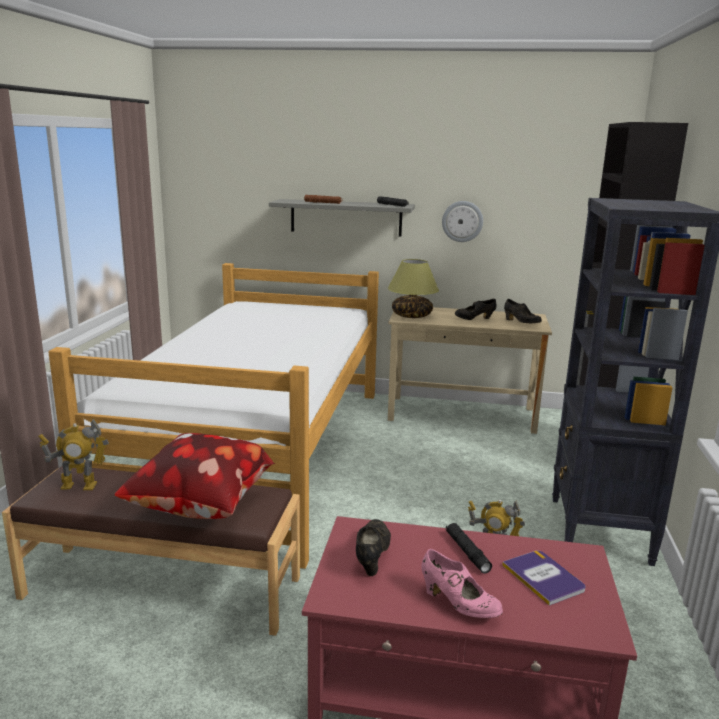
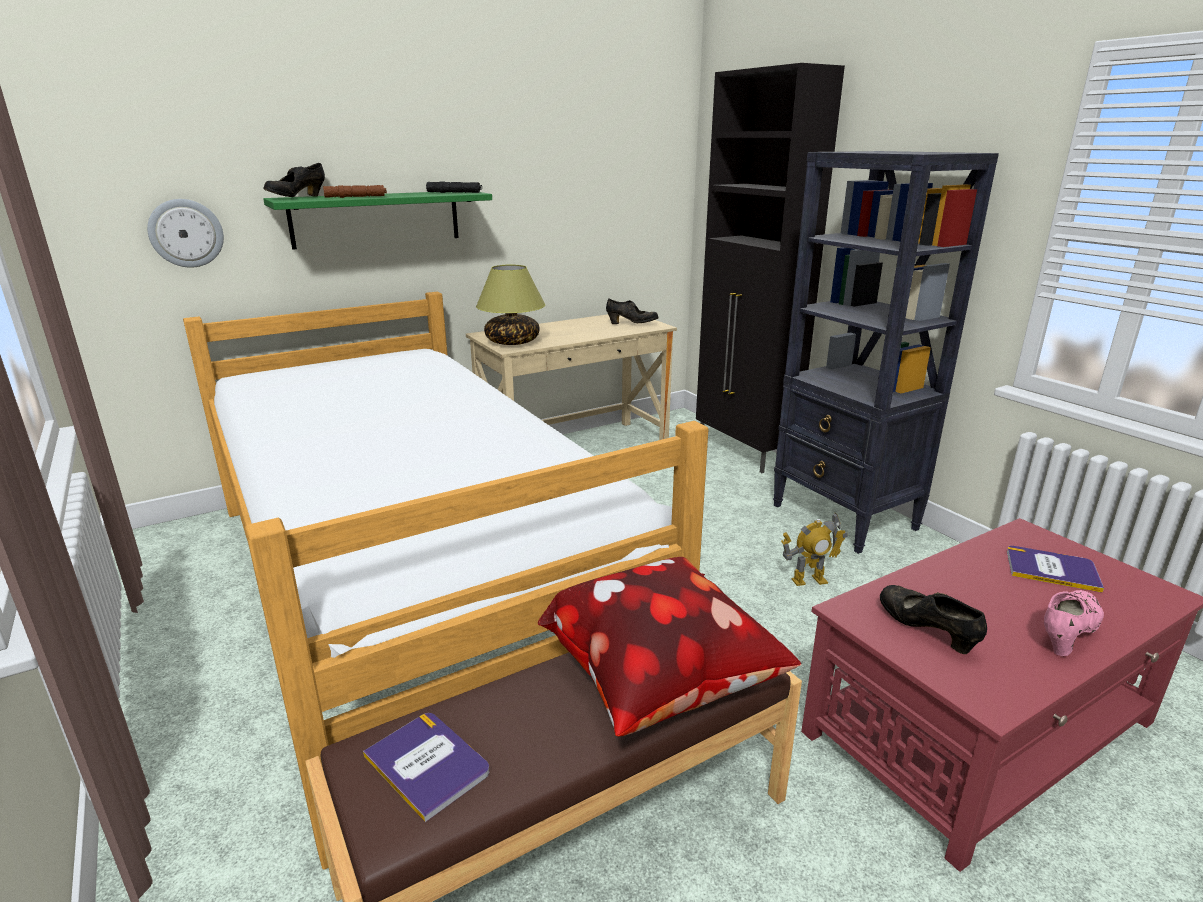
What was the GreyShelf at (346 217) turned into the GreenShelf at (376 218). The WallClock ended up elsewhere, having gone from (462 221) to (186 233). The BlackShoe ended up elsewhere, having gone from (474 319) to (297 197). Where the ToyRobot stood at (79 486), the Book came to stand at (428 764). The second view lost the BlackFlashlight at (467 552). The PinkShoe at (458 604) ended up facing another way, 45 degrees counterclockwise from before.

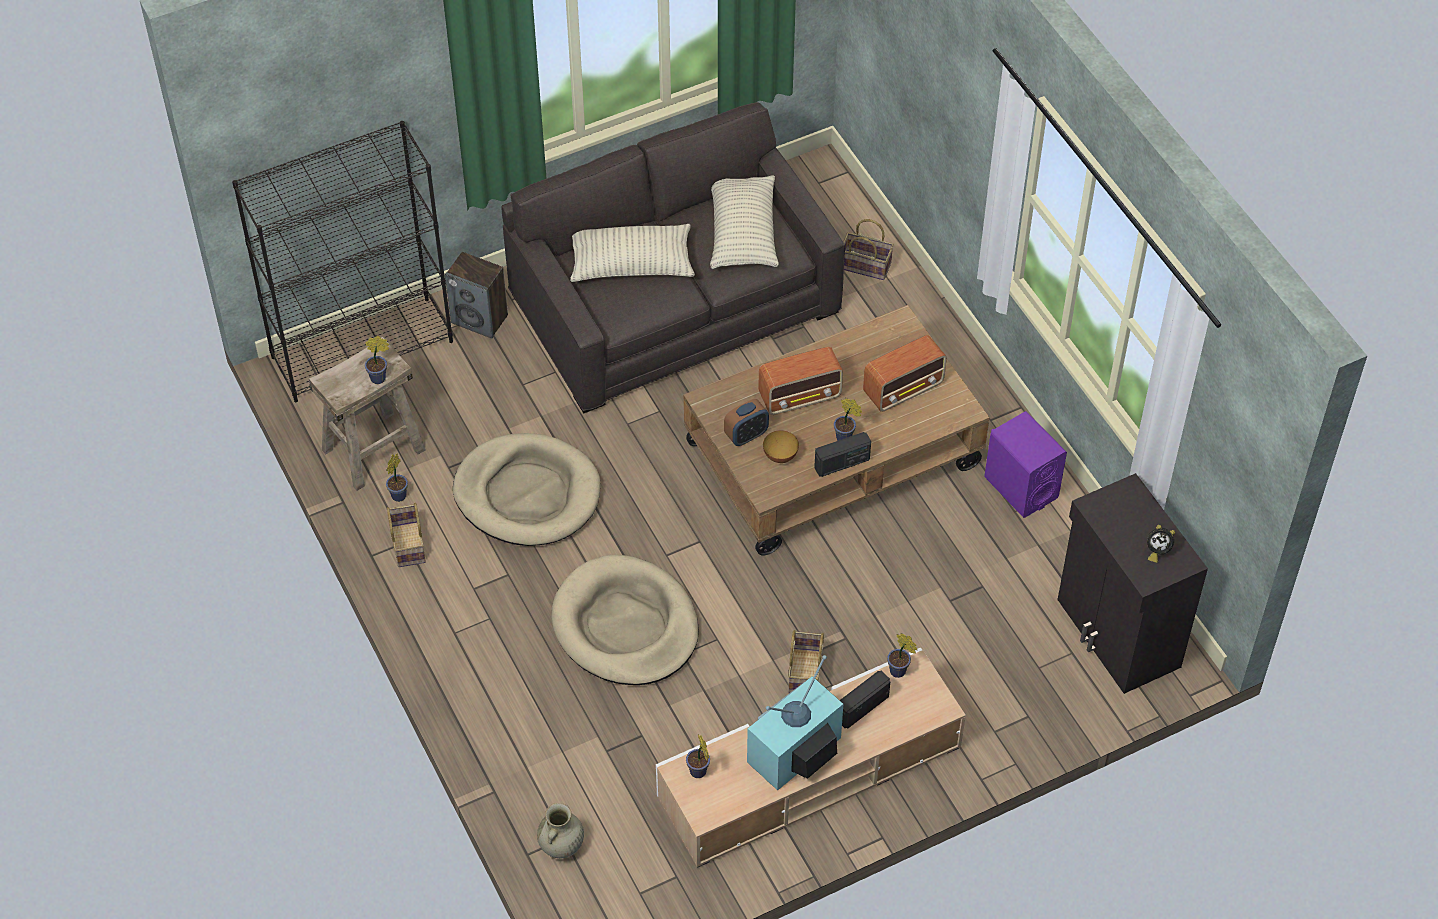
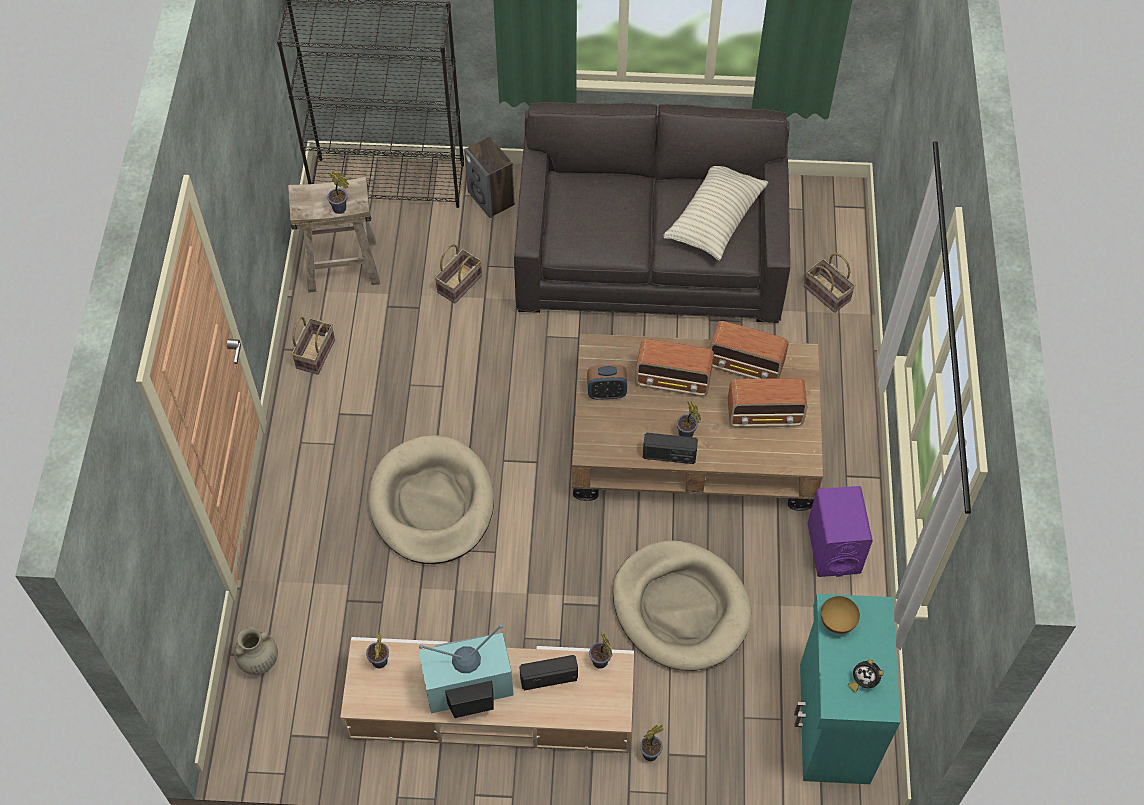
The second view lost the Pillow at (632 264). The Bowl ended up elsewhere, having gone from (780 456) to (837 622). The BeigeDogBed ended up elsewhere, having gone from (527 494) to (681 608). The PottedPlant ended up elsewhere, having gone from (400 494) to (652 752). What was the BlackCabinet at (1117 635) turned into the TurquoiseCabinet at (832 724). The Basket ended up elsewhere, having gone from (806 673) to (459 285). The second view gained the Radio at (746 366).

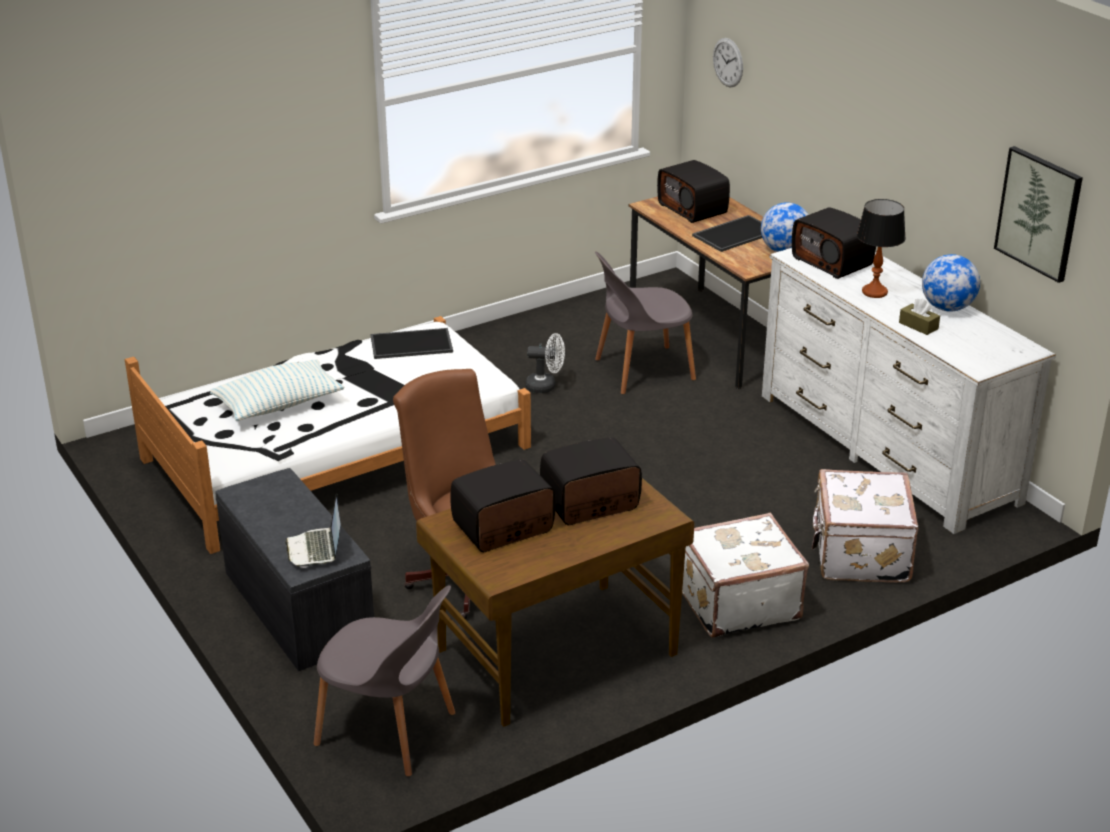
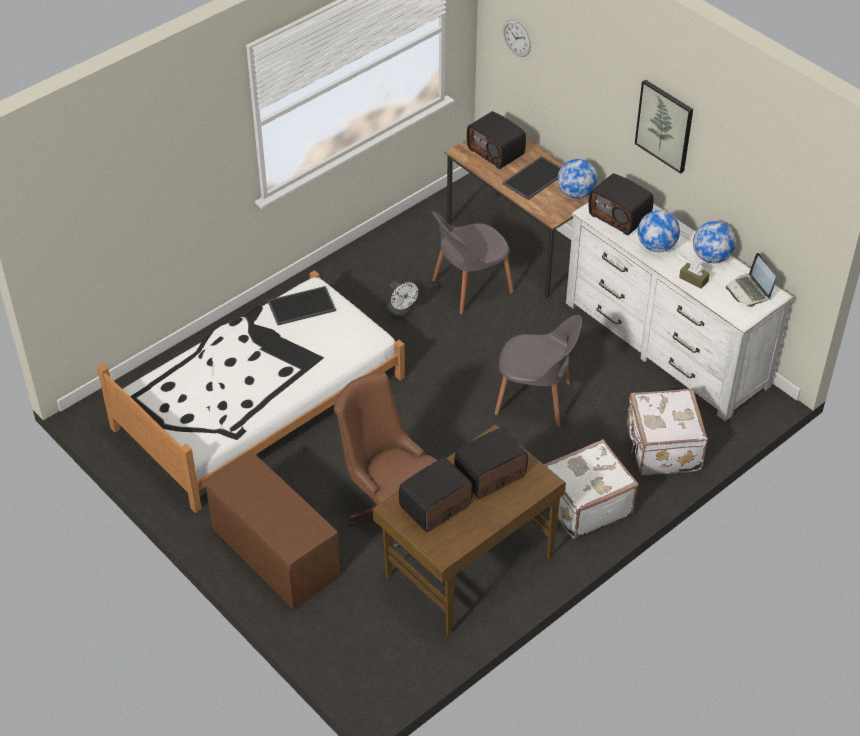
The Picture ended up elsewhere, having gone from (1039 213) to (665 125). Where the TableLamp stood at (875 292), the Globe came to stand at (656 246). The WhiteFan at (546 386) ended up facing another way, 60 degrees clockwise from before. The second view lost the Pillow at (279 404). What was the GreyBench at (296 606) turned into the BrownBench at (273 552). The Laptop ended up elsewhere, having gone from (316 549) to (749 291). The GreyChair ended up elsewhere, having gone from (389 731) to (535 399).

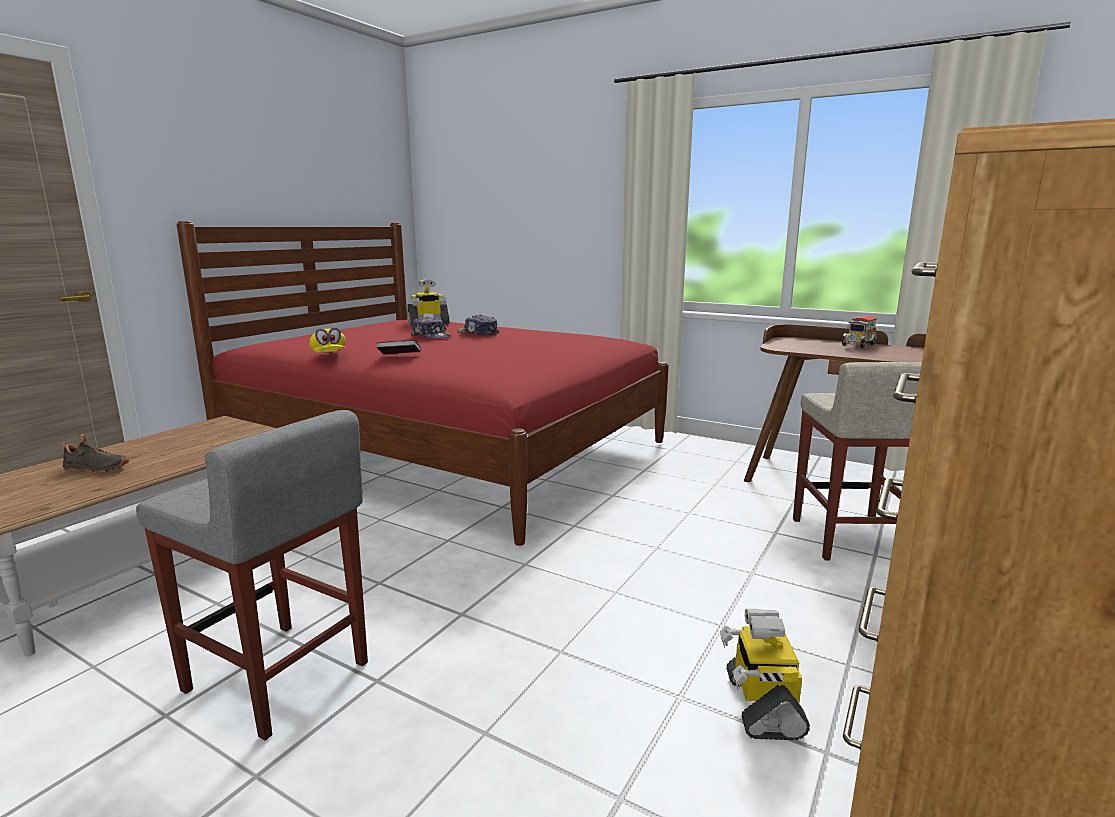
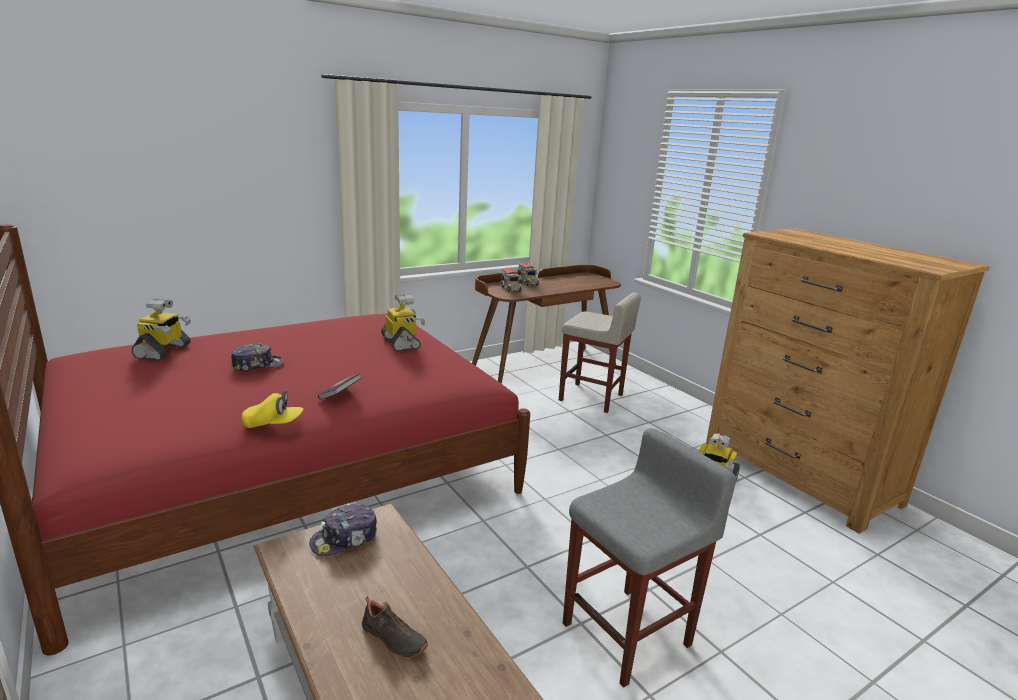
The Cap ended up elsewhere, having gone from (477 334) to (345 539). The BlackShoe at (95 469) ended up facing another way, 90 degrees clockwise from before. The second view gained the ToyTruck at (510 289). The second view gained the ToyRobot at (402 343).

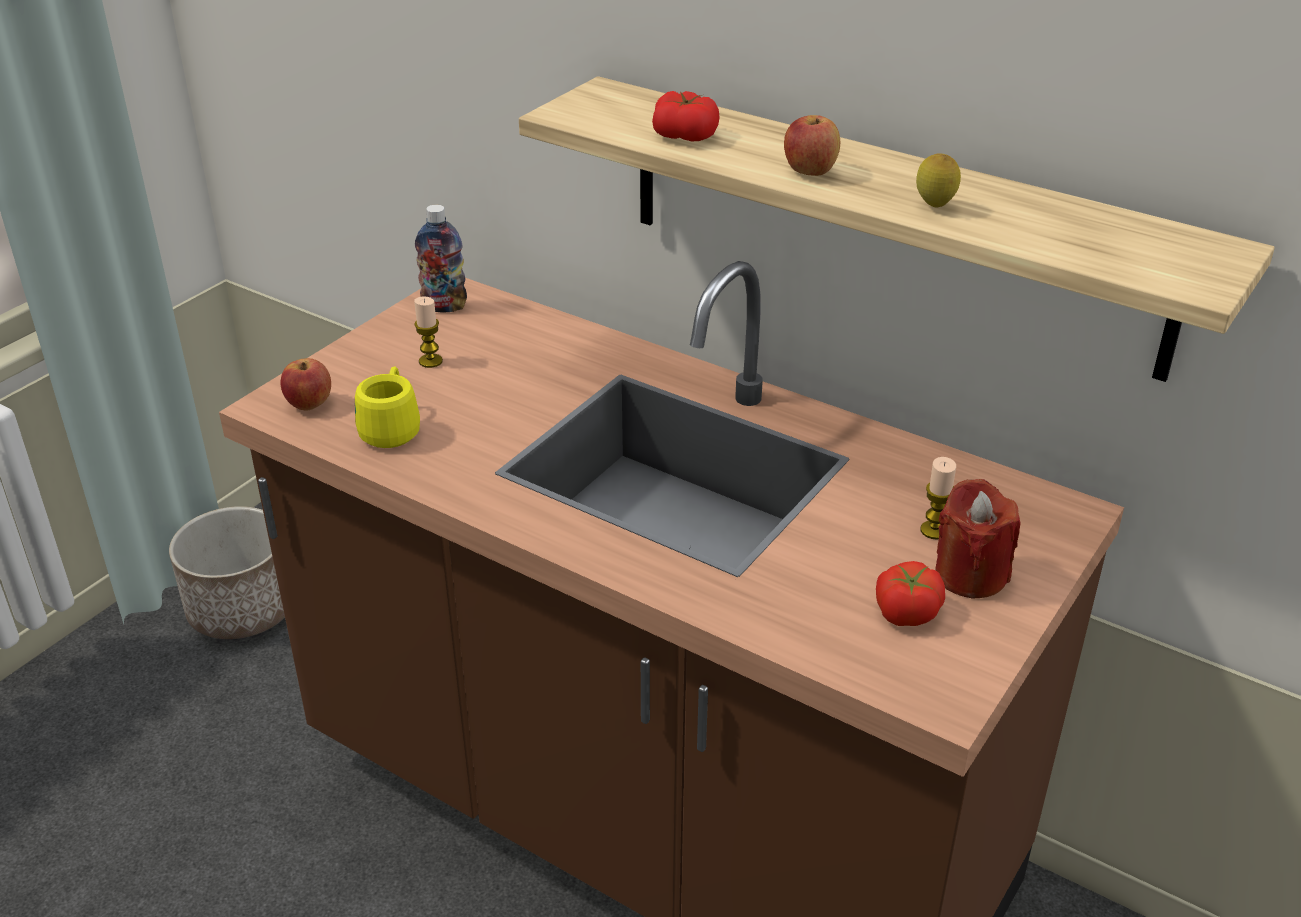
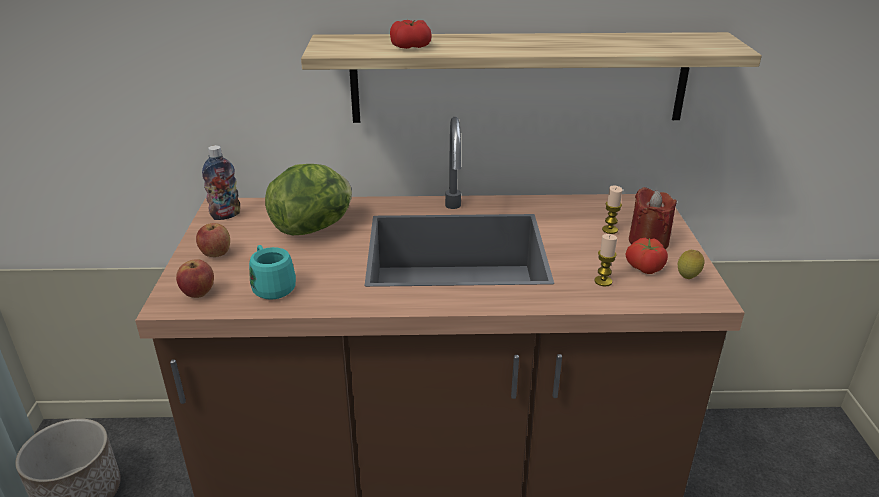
The Apple ended up elsewhere, having gone from (809 172) to (216 254). The Lemon ended up elsewhere, having gone from (934 207) to (687 278). The Candle ended up elsewhere, having gone from (430 361) to (603 281). What was the YellowMug at (392 428) turned into the TurquoiseMug at (271 286). The second view gained the Lettuce at (314 227).

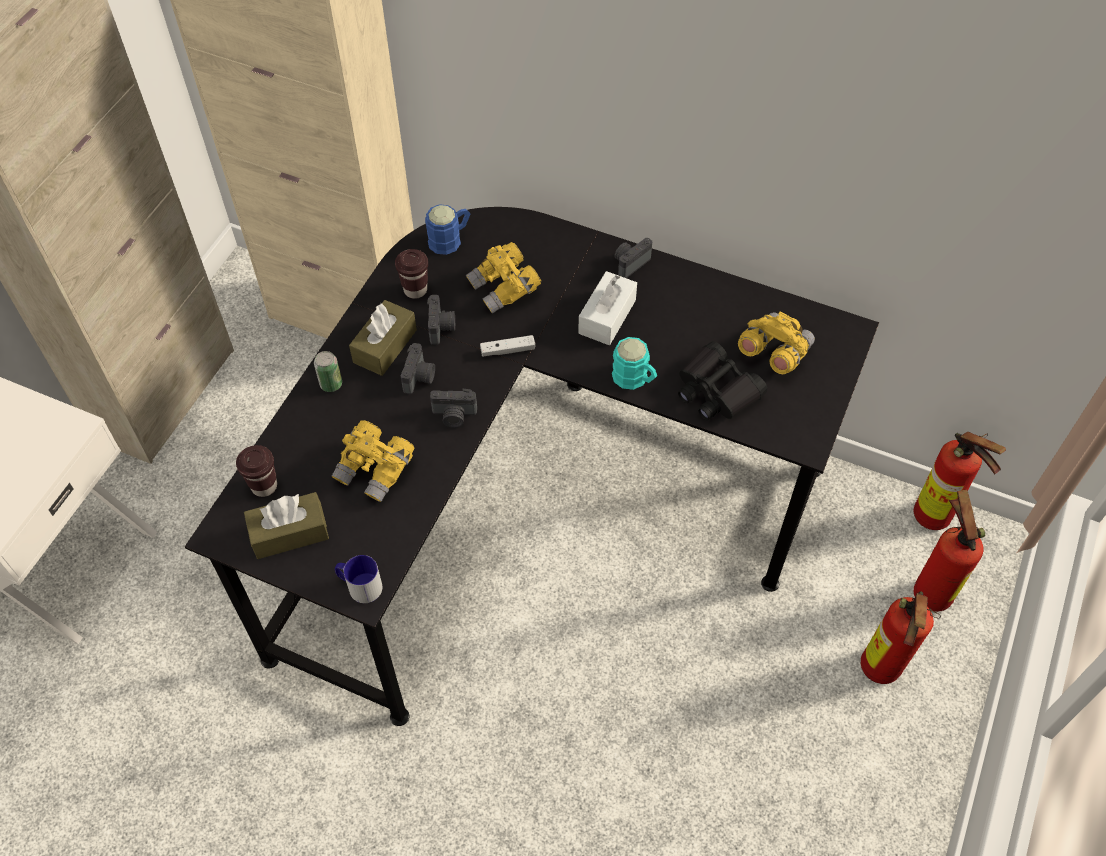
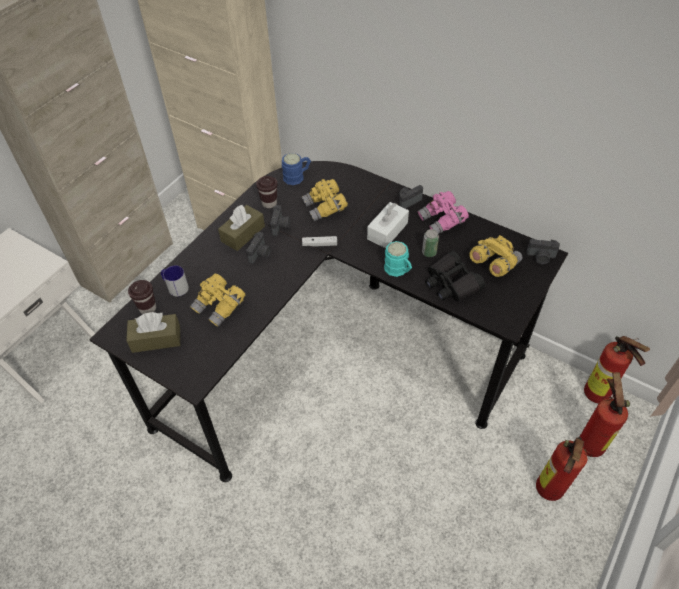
The Can ended up elsewhere, having gone from (331 384) to (429 253). The PhotoCamera ended up elsewhere, having gone from (454 416) to (540 257). The Mug ended up elsewhere, having gone from (359 586) to (175 287). The second view gained the PinkBinoculars at (442 221).

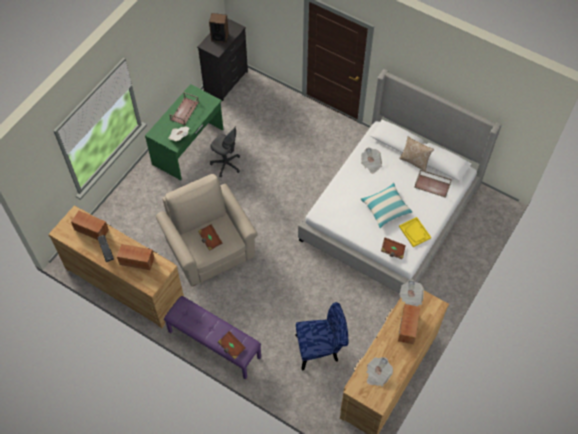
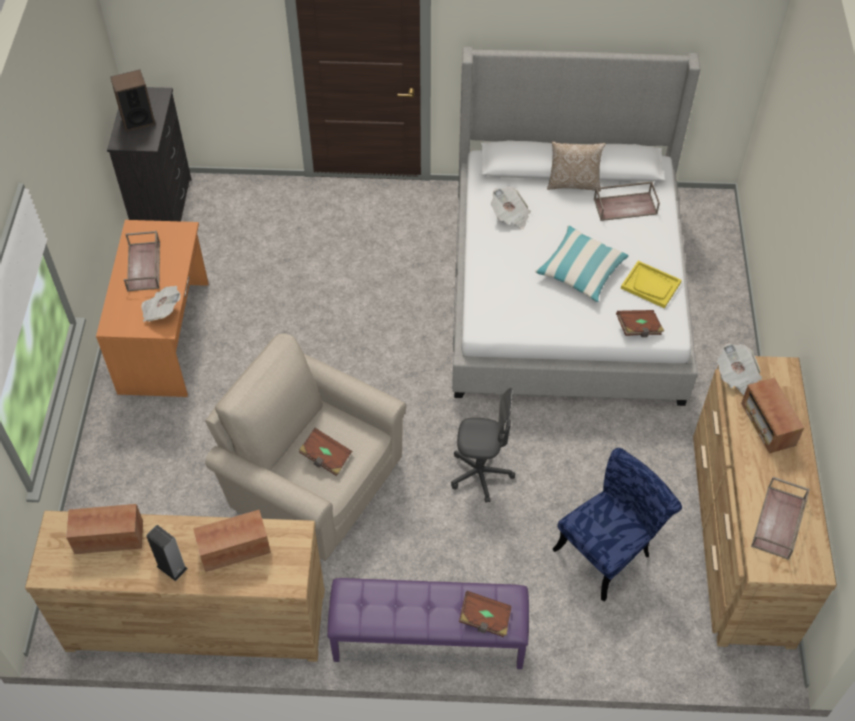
What was the GreenDesk at (188 147) turned into the OrangeDesk at (166 337). The GreyOfficeChair ended up elsewhere, having gone from (226 164) to (480 474). Where the Newspaper stood at (377 374), the BrownTray came to stand at (779 523).

